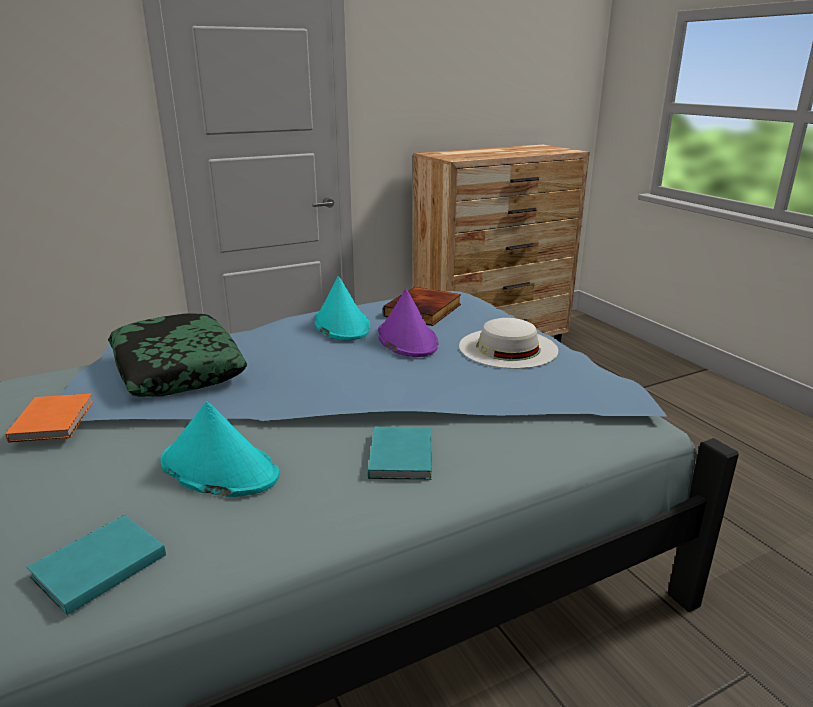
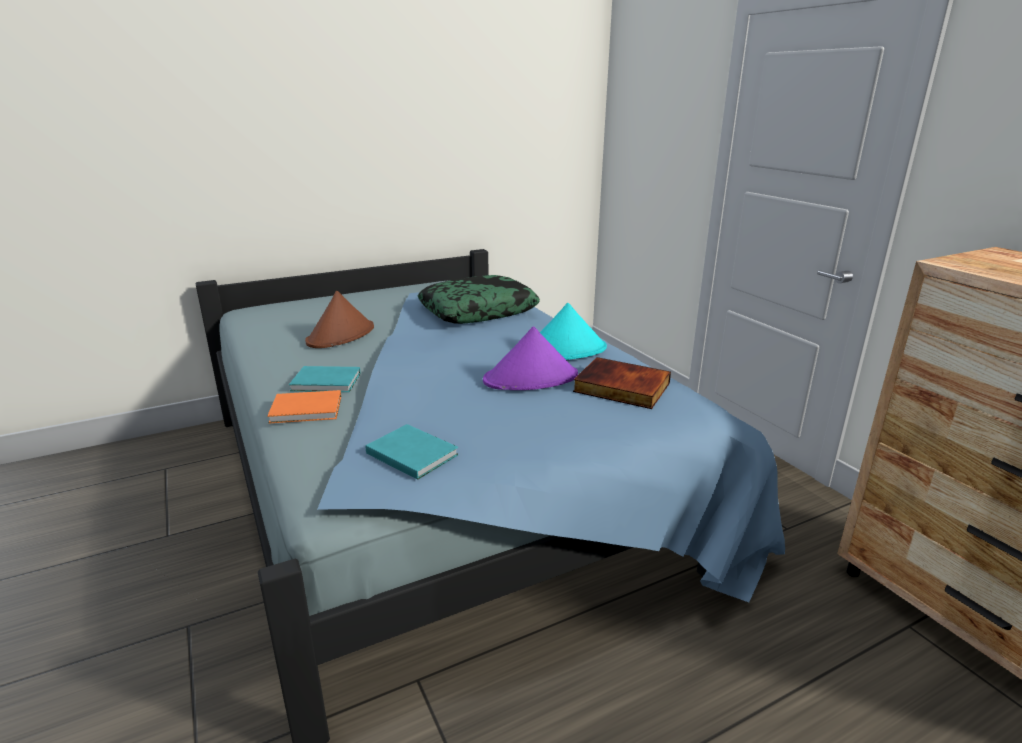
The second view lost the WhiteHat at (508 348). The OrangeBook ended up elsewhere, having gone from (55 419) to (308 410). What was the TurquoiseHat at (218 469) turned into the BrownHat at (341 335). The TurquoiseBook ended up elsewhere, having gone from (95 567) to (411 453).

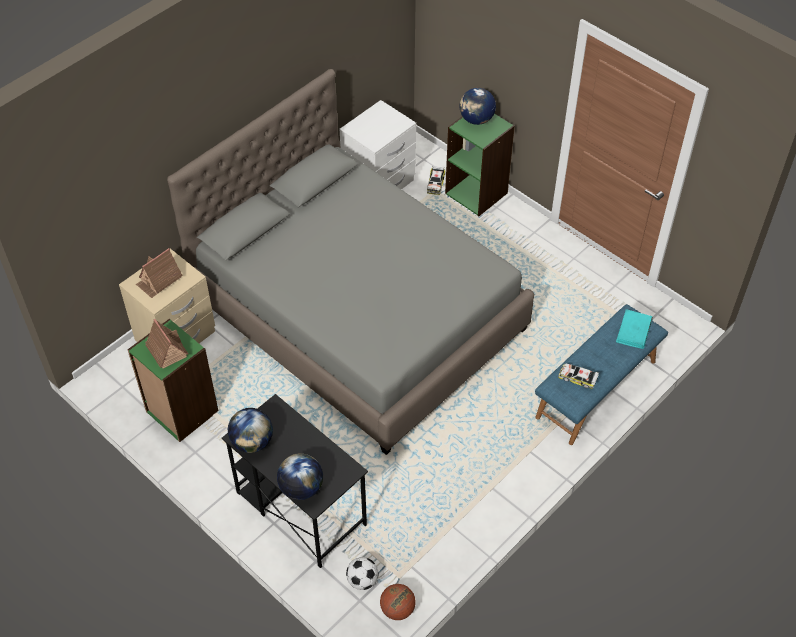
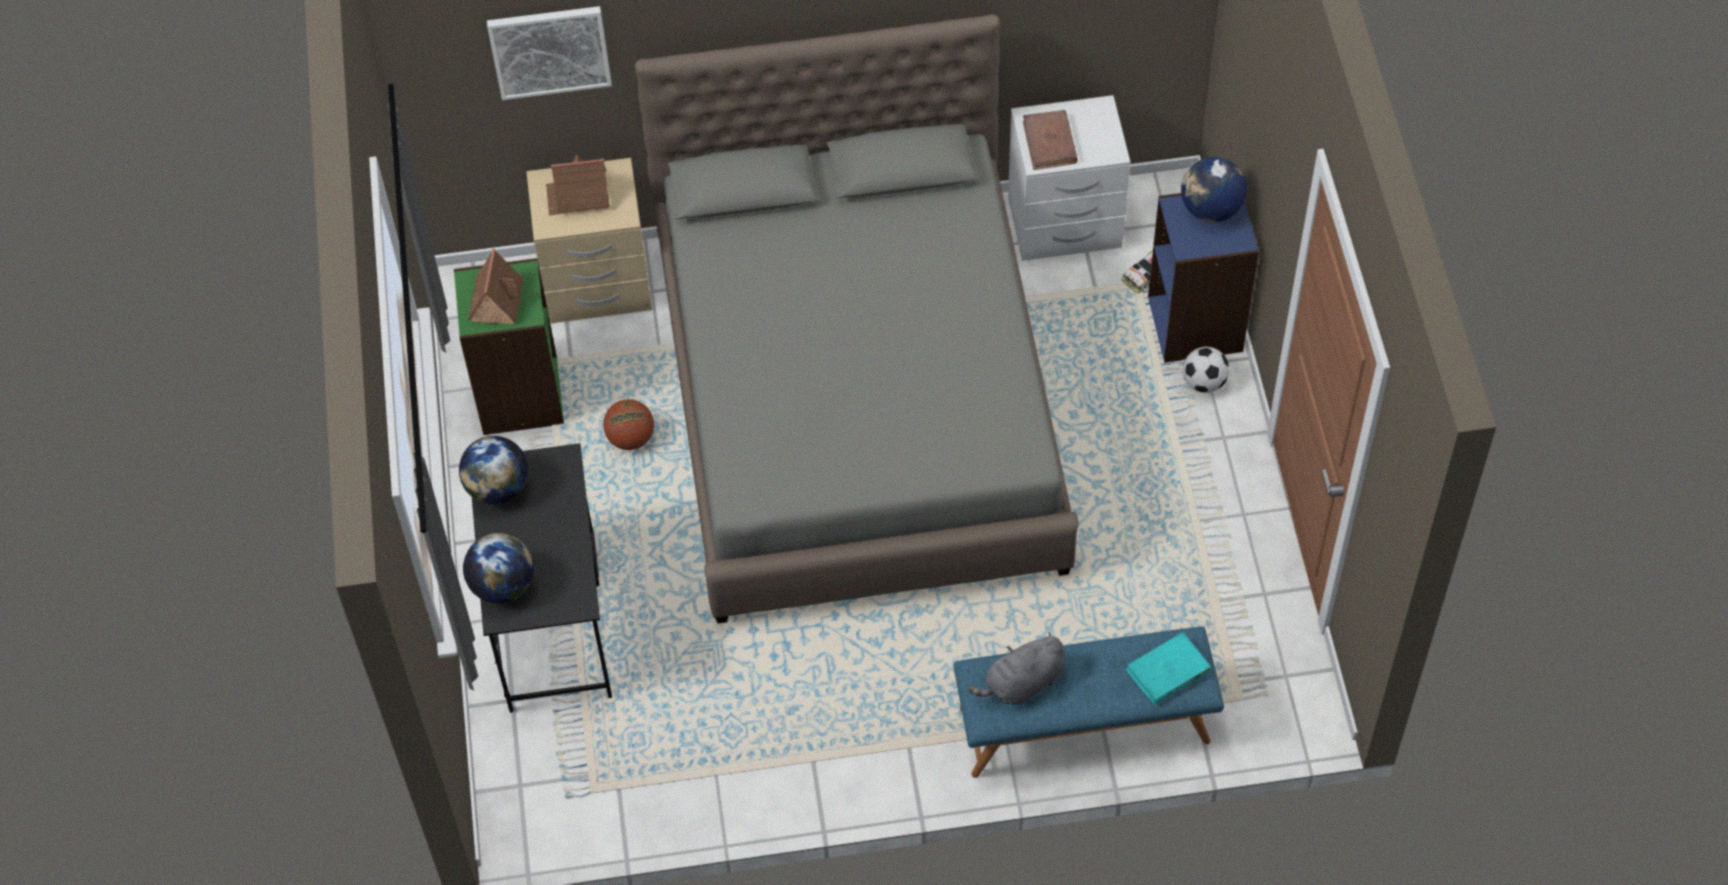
What was the GreenBookcase at (477 193) turned into the BlueBookcase at (1196 324). Where the ToyCar stood at (577 378), the GreyPlushToy came to stand at (1022 684). The Football ended up elsewhere, having gone from (362 580) to (1203 382). The Basketball ended up elsewhere, having gone from (397 609) to (631 438). The second view gained the Picture at (550 50). The second view gained the BrownBook at (1049 143).

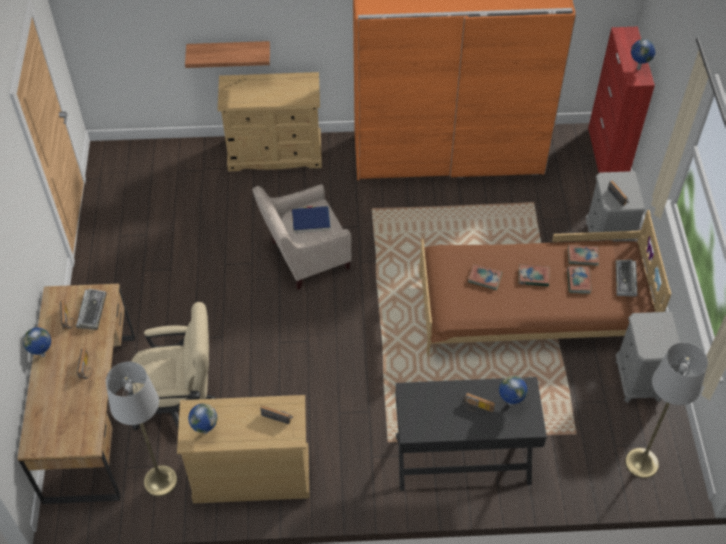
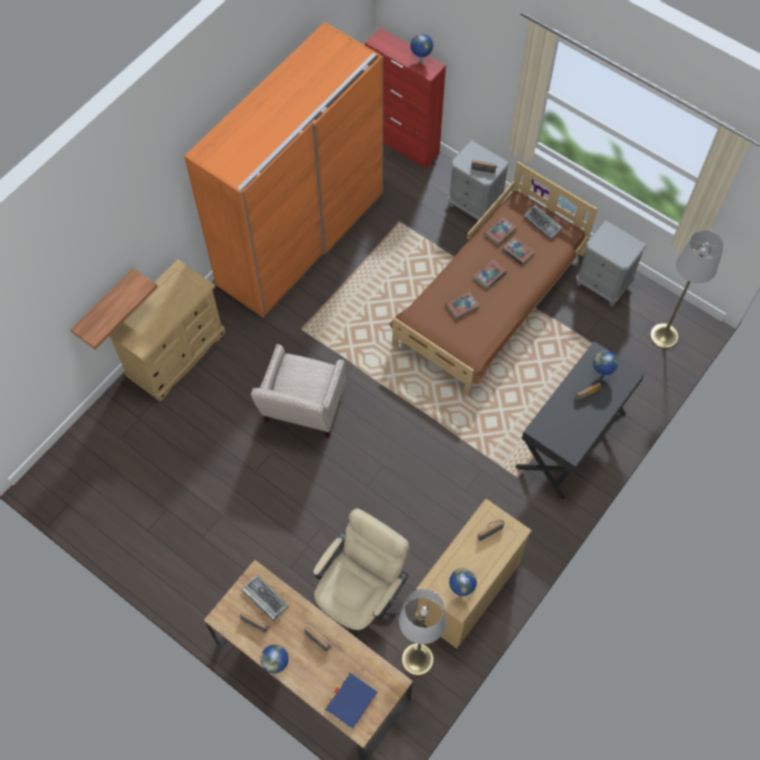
The BlueBook ended up elsewhere, having gone from (311 221) to (351 701).

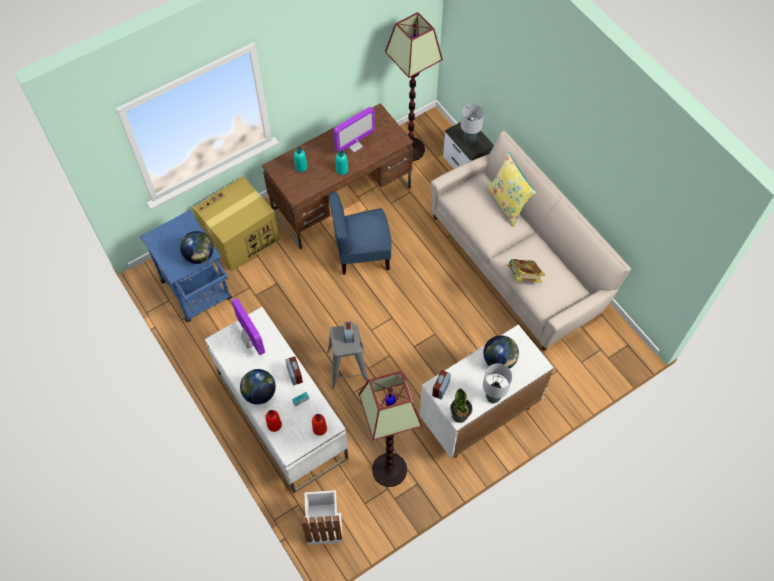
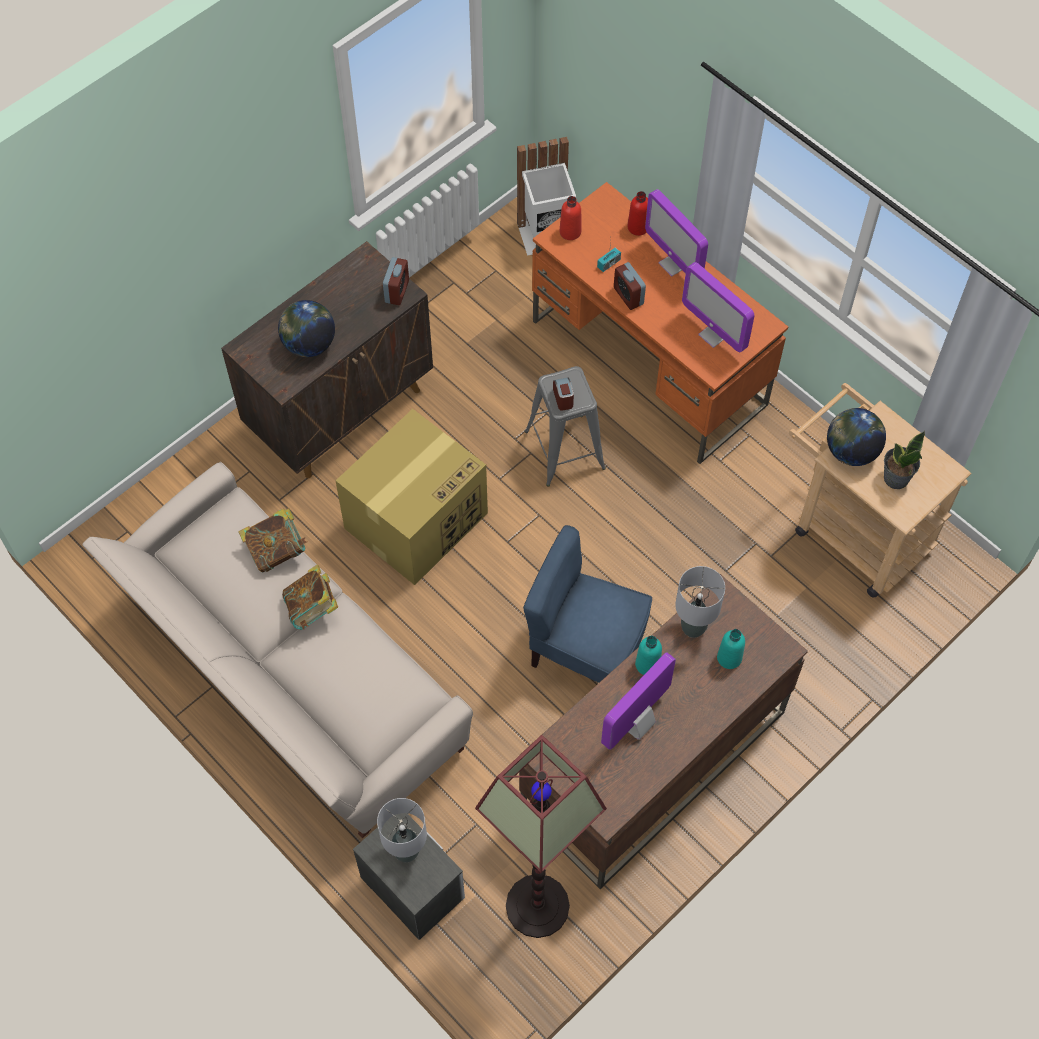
The second view lost the YellowPillow at (507 203). The CardboardBox ended up elsewhere, having gone from (240 238) to (417 519). The BlueChair at (362 254) ended up facing another way, 135 degrees counterclockwise from before. What was the BlueCart at (199 294) turned into the BeigeCart at (854 530). What was the WhiteDesk at (282 415) turned into the OrangeDesk at (649 363). What was the WhiteCabinet at (478 415) turned into the BrownCabinet at (341 410). The GreyTableLamp ended up elsewhere, having gone from (492 397) to (693 627). Where the Globe stood at (259 393), the Monitor came to stand at (674 264). The second view lost the FloorLamp at (389 470). The PottedPlant ended up elsewhere, having gone from (460 415) to (895 478). The second view gained the Book at (312 609).

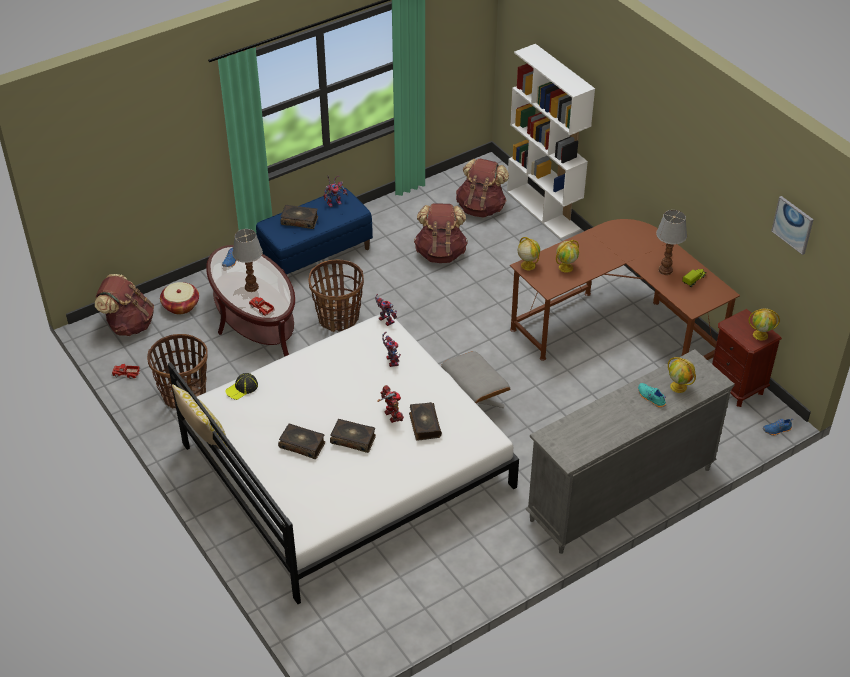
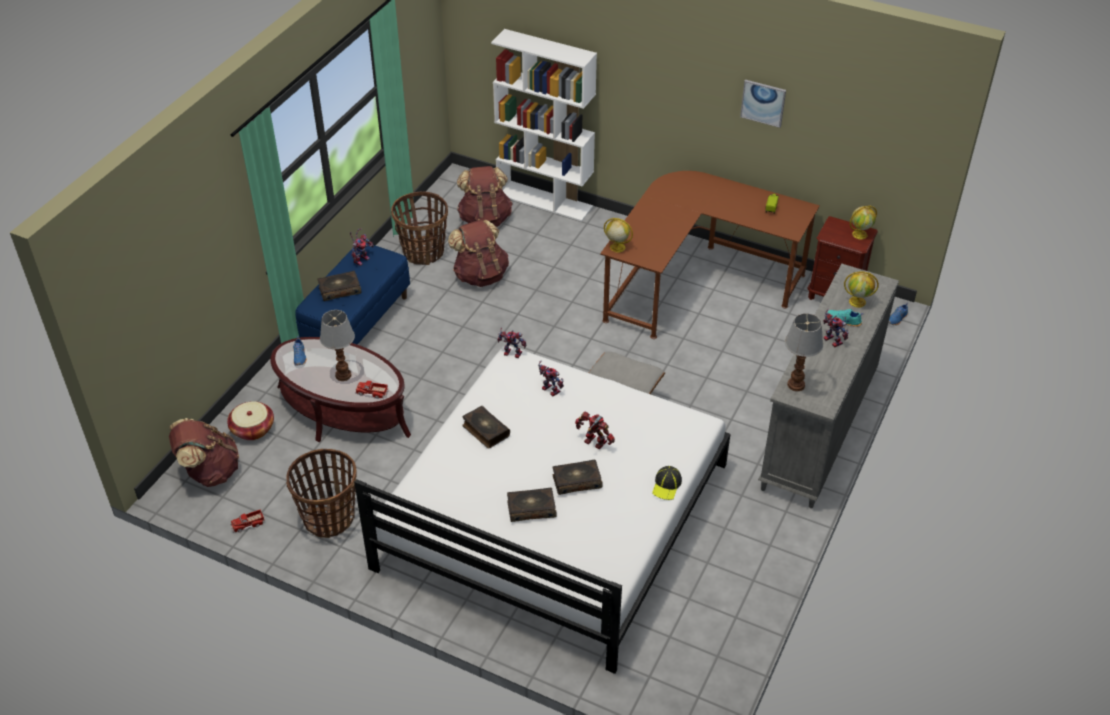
The Picture ended up elsewhere, having gone from (793 224) to (763 103). The TableLamp ended up elsewhere, having gone from (666 270) to (796 384). The second view lost the Globe at (566 267). The Basket ended up elsewhere, having gone from (338 318) to (423 252). The Cap ended up elsewhere, having gone from (242 388) to (666 485). The second view lost the Pillow at (205 438). The Book ended up elsewhere, having gone from (424 425) to (485 431). The second view gained the ToyRobot at (830 340).

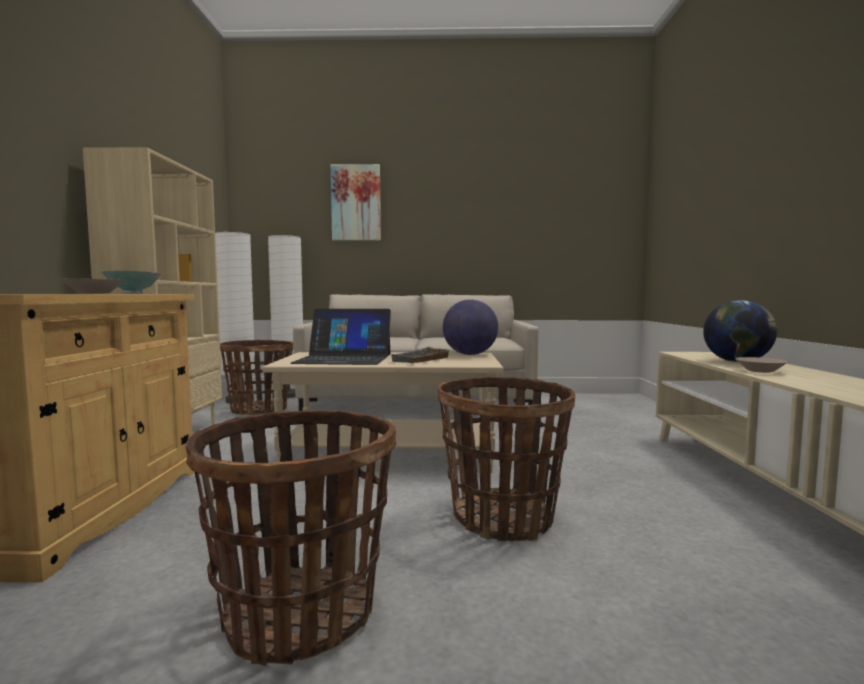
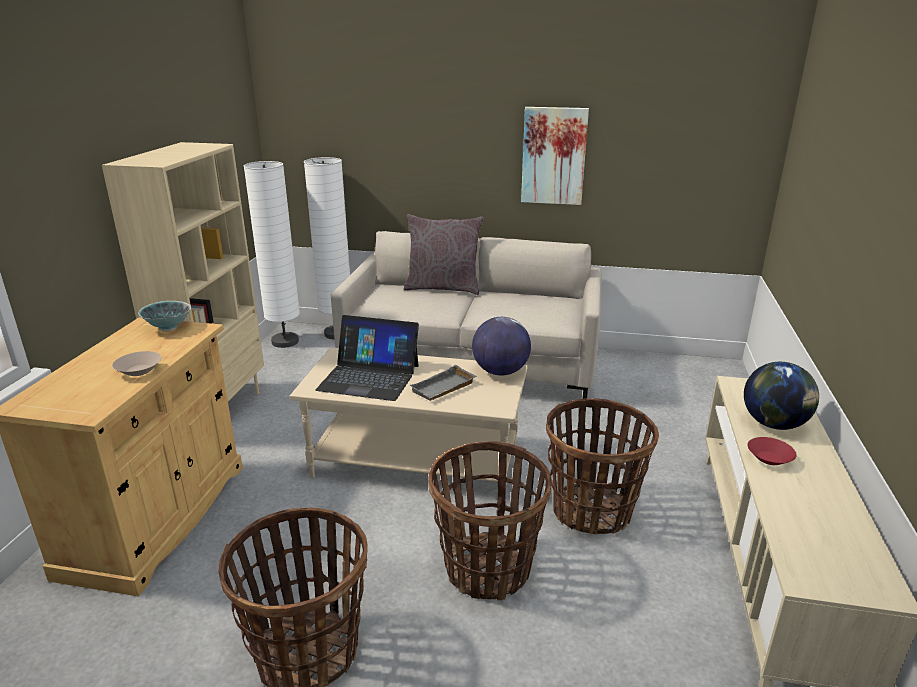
The Picture ended up elsewhere, having gone from (356 203) to (554 156). The Basket ended up elsewhere, having gone from (259 410) to (592 511). What was the BeigeBowl at (760 371) turned into the RedBowl at (769 459). The second view gained the GreyPillow at (443 288).

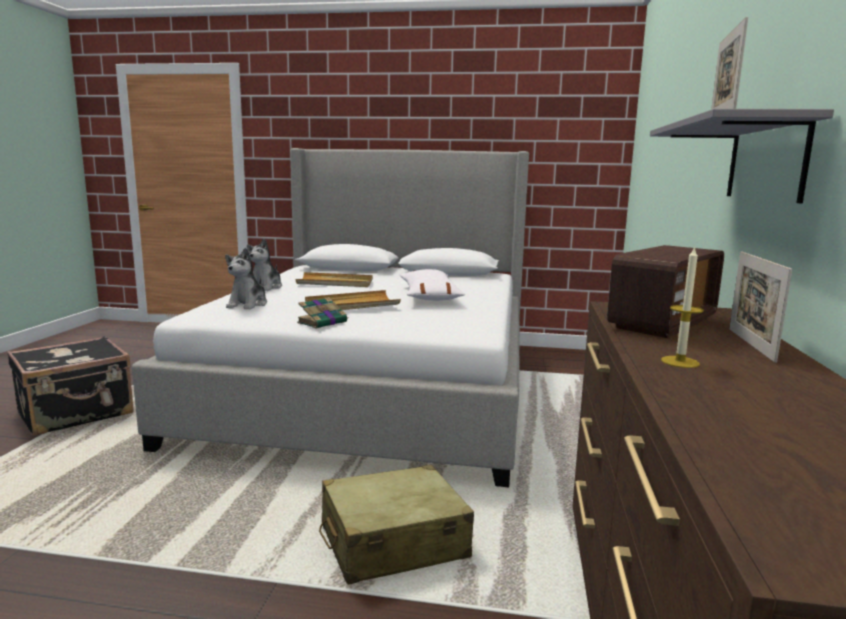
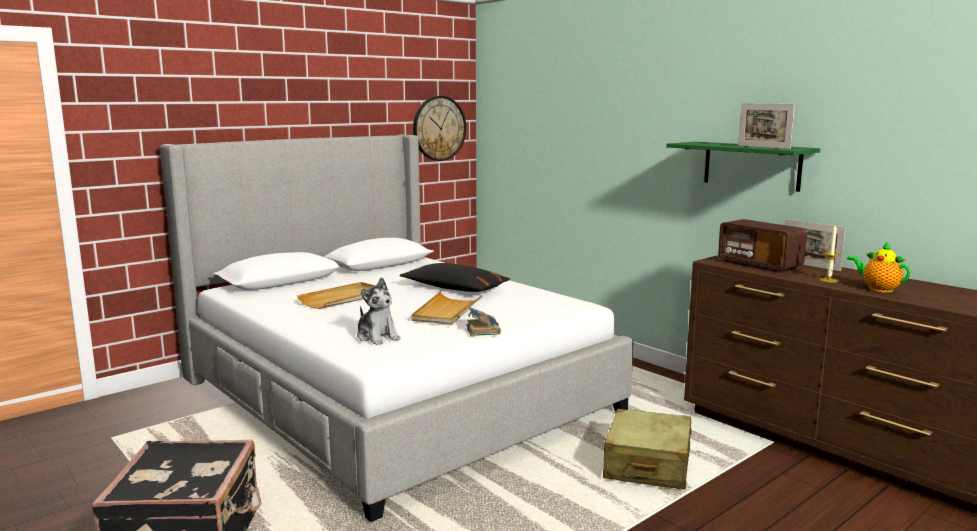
What was the GreyShelf at (765 161) turned into the GreenShelf at (751 165). The second view lost the PlushToy at (266 287). The Radio at (662 323) ended up facing another way, 150 degrees clockwise from before. What was the WhitePillow at (429 296) turned into the BlackPillow at (454 289). The second view gained the WallClock at (439 128). The second view gained the Teapot at (878 289).

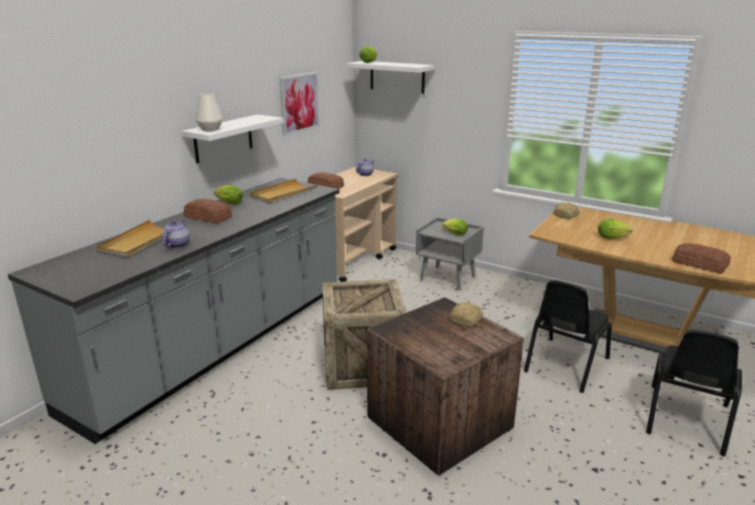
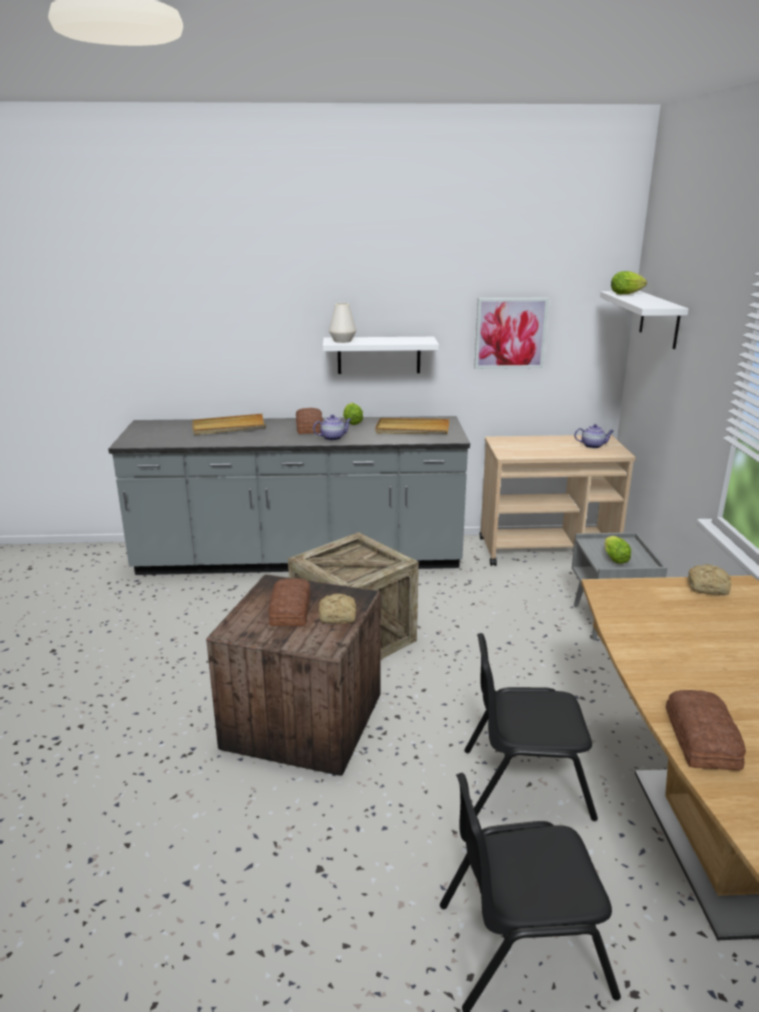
The Bread ended up elsewhere, having gone from (325 186) to (291 609). The second view lost the Lettuce at (613 238). The Teapot ended up elsewhere, having gone from (177 244) to (333 438).

